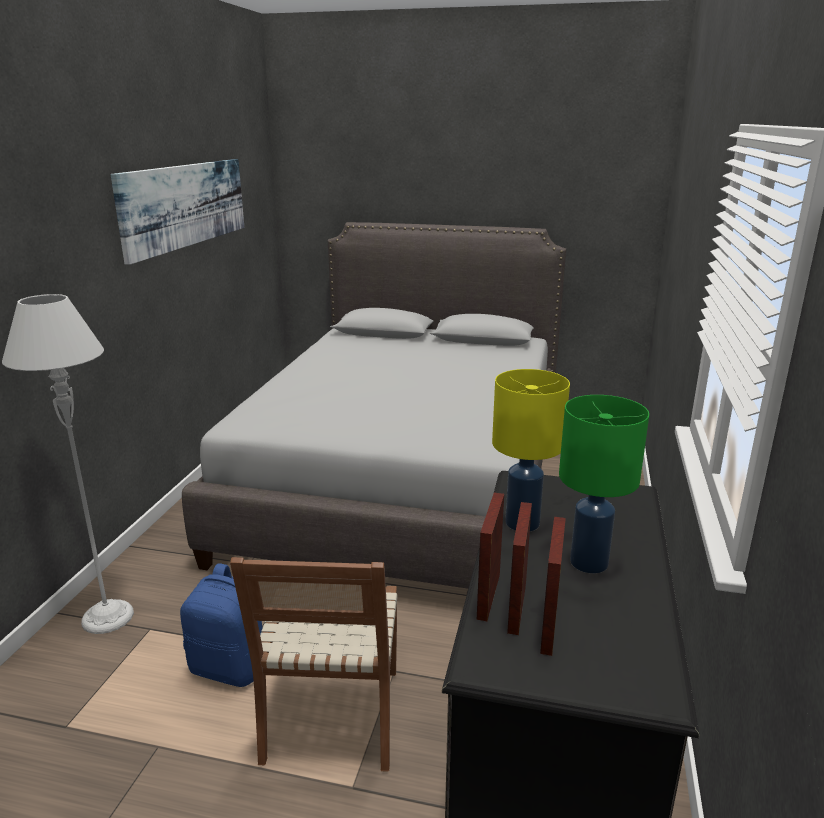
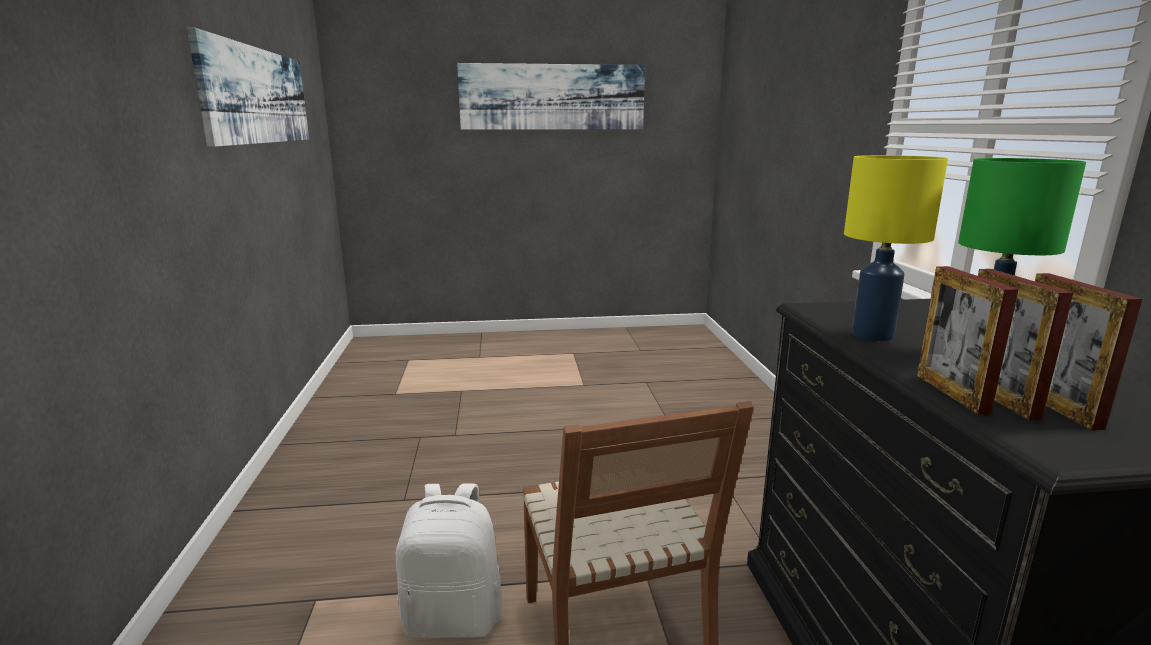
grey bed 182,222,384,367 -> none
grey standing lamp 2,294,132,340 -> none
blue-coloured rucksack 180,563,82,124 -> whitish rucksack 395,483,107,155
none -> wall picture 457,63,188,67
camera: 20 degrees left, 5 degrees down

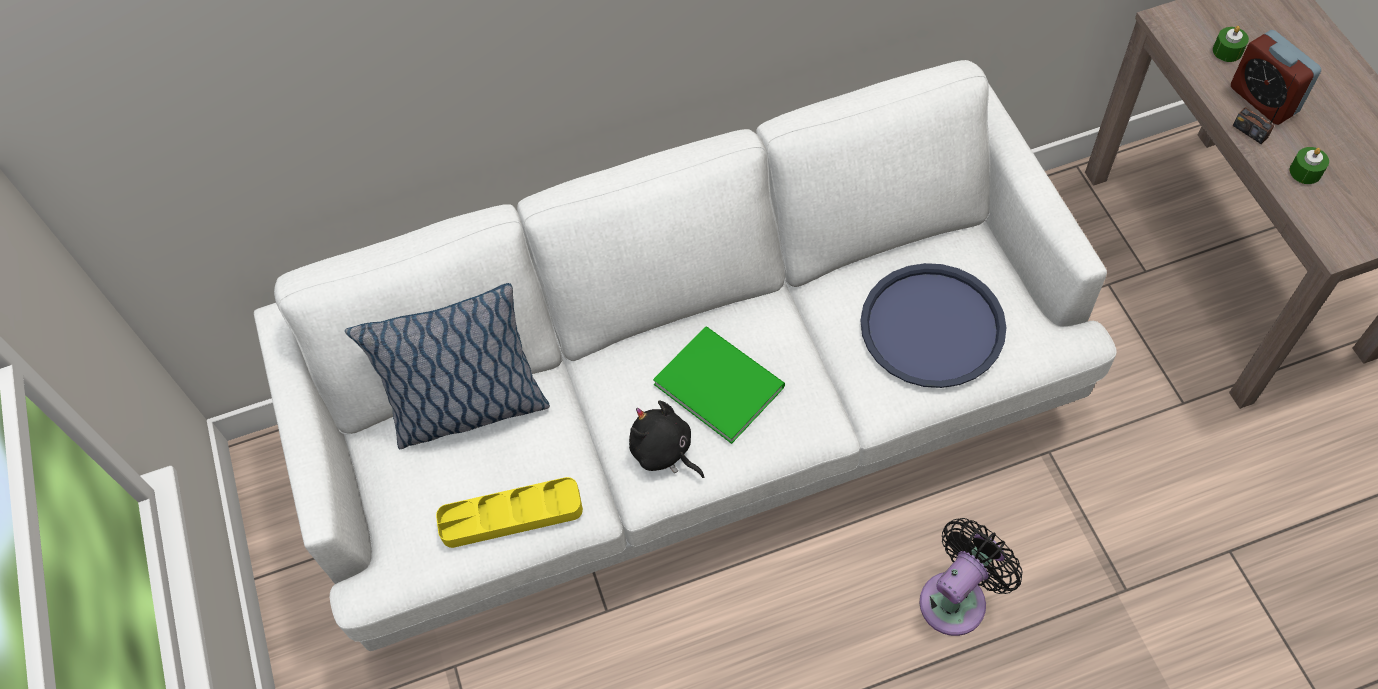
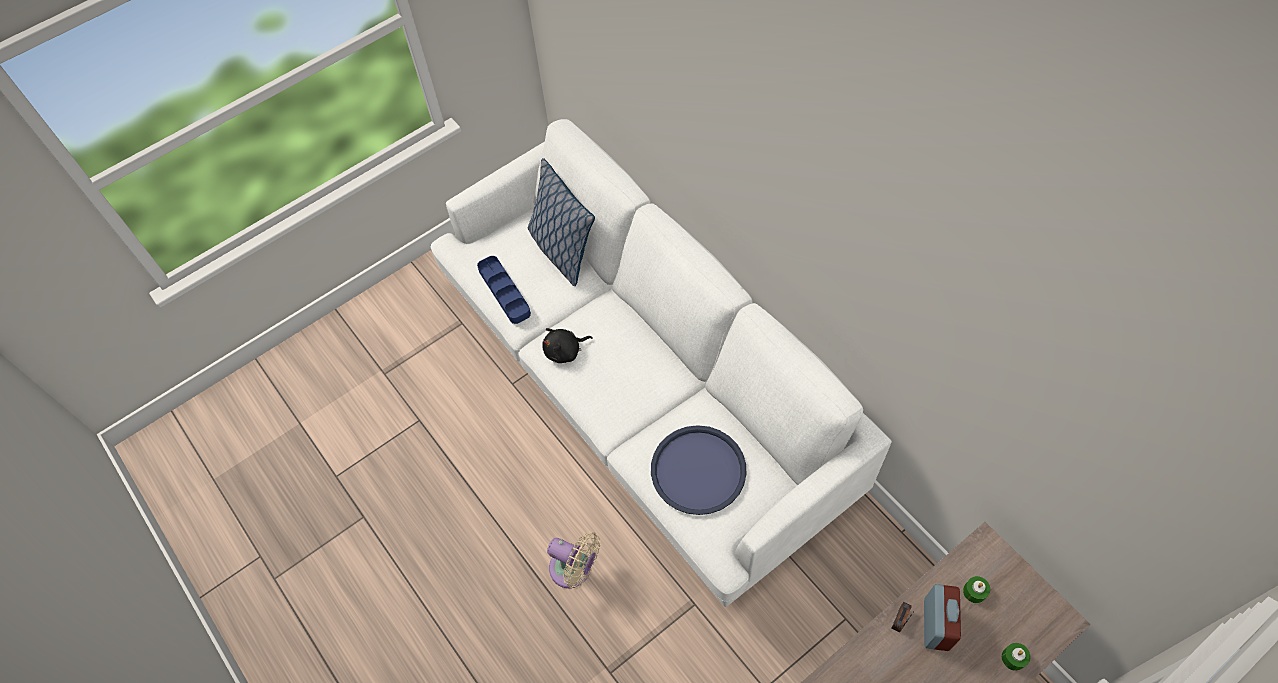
bedside clock 1231,30,90,95 -> bedside clock 924,584,37,67, 150 degrees clockwise
green-coloured wax light 1290,147,39,37 -> green-coloured wax light 1002,643,28,28, shifted
green-coloured volume 653,327,132,117 -> none
black-coloured soft toy 629,400,75,78 -> black-coloured soft toy 542,328,51,35, 135 degrees counterclockwise
yellowish carrying tray 436,477,147,71 -> blue-coloured carrying tray 477,256,54,68
black-coloured fan 919,518,103,118 -> sand-coloured fan 547,532,53,56
camera: 70 degrees right, 0 degrees up

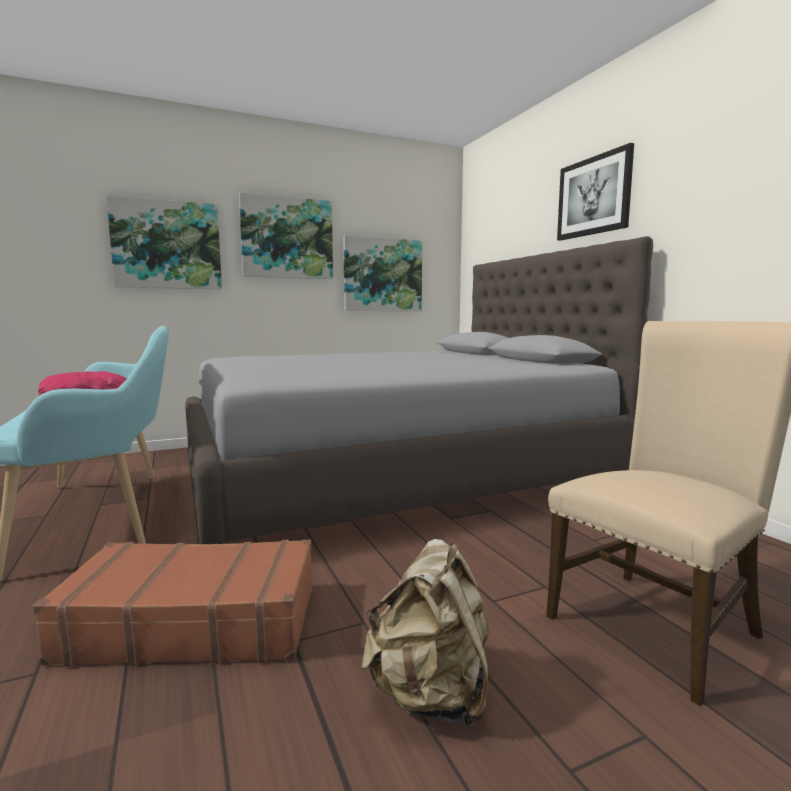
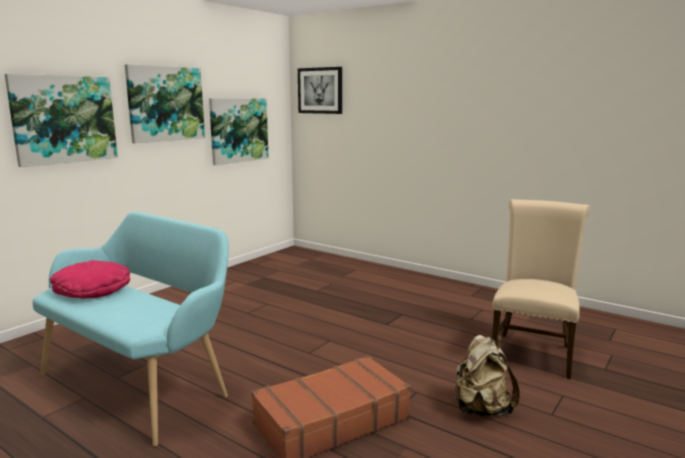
wall picture 557,143,77,98 -> wall picture 298,67,44,47, shifted
grey bed 185,236,468,308 -> none
camera: 30 degrees left, 5 degrees up

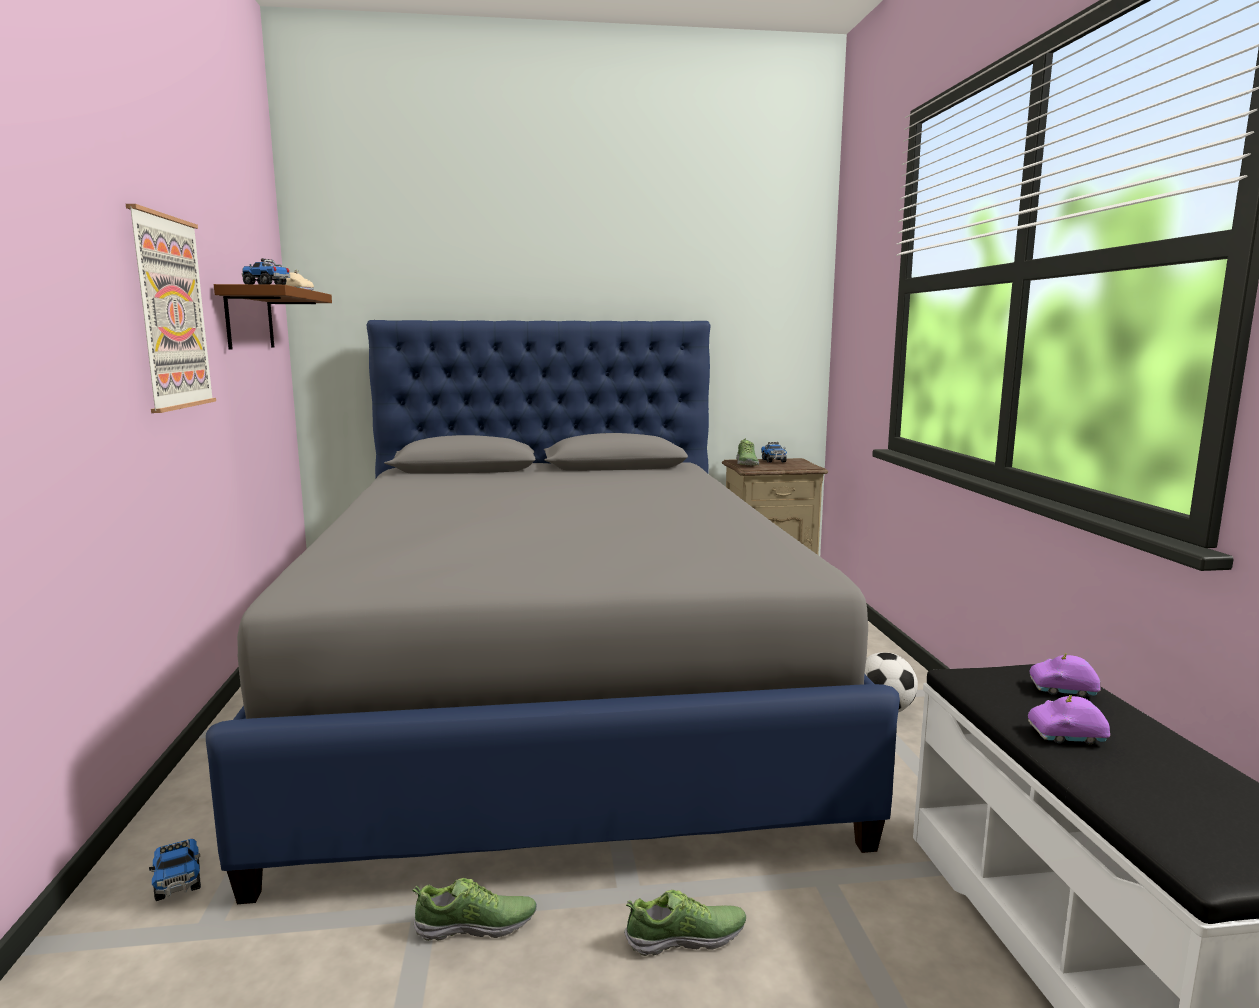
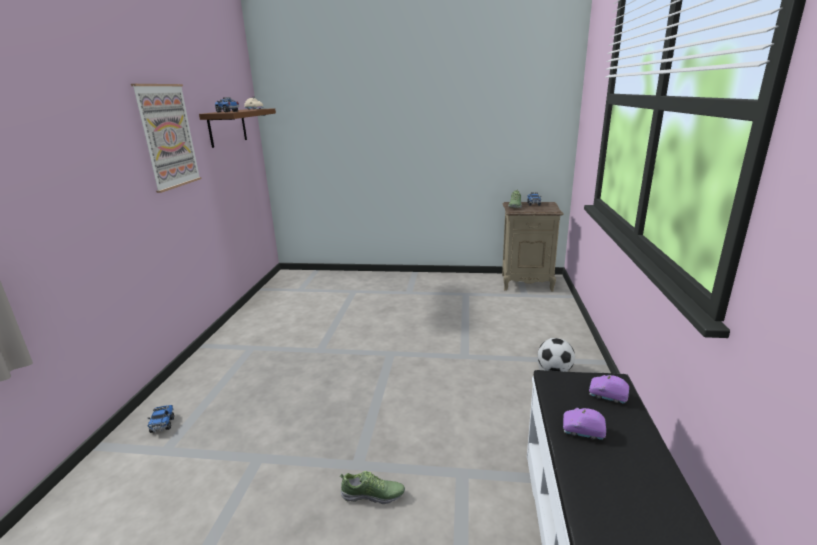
grey bed 206,320,694,584 -> none
shoe 412,878,125,63 -> none
camera: 15 degrees right, 10 degrees up

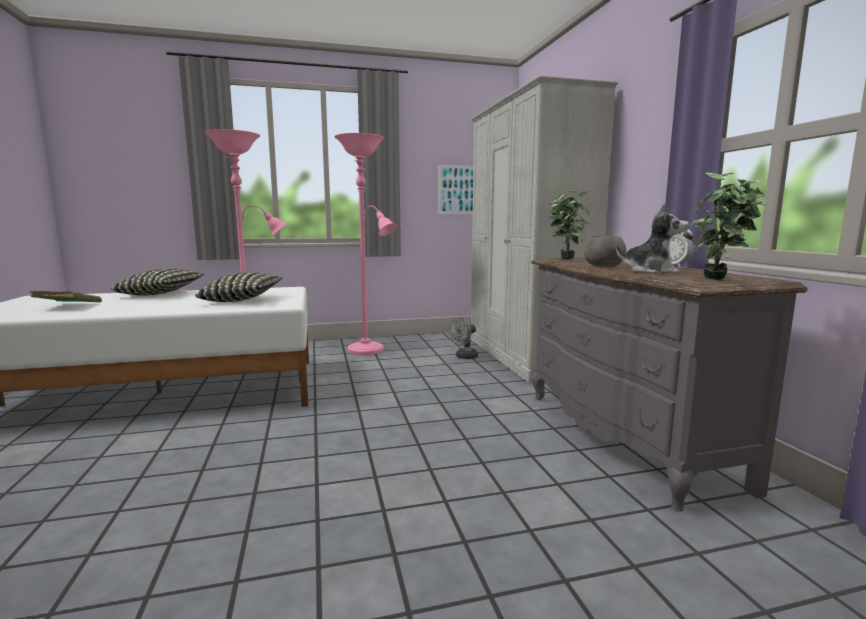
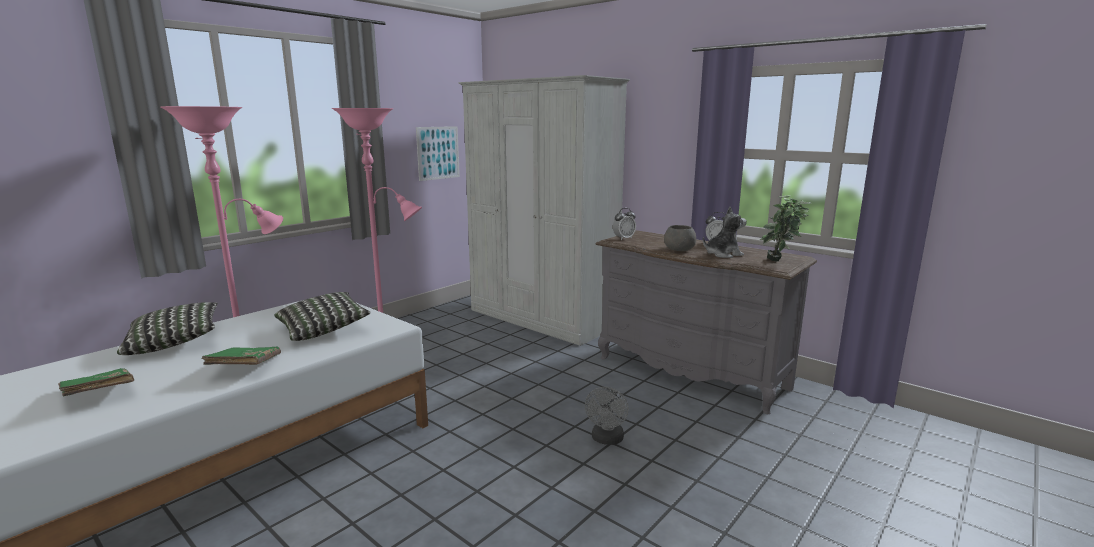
plant in a pot 549,190,40,69 -> bedside clock 613,208,23,32
grey fan 449,317,29,42 -> grey fan 585,387,44,58, shifted
none -> green-coloured volume 202,347,79,18
camera: 35 degrees left, 5 degrees up

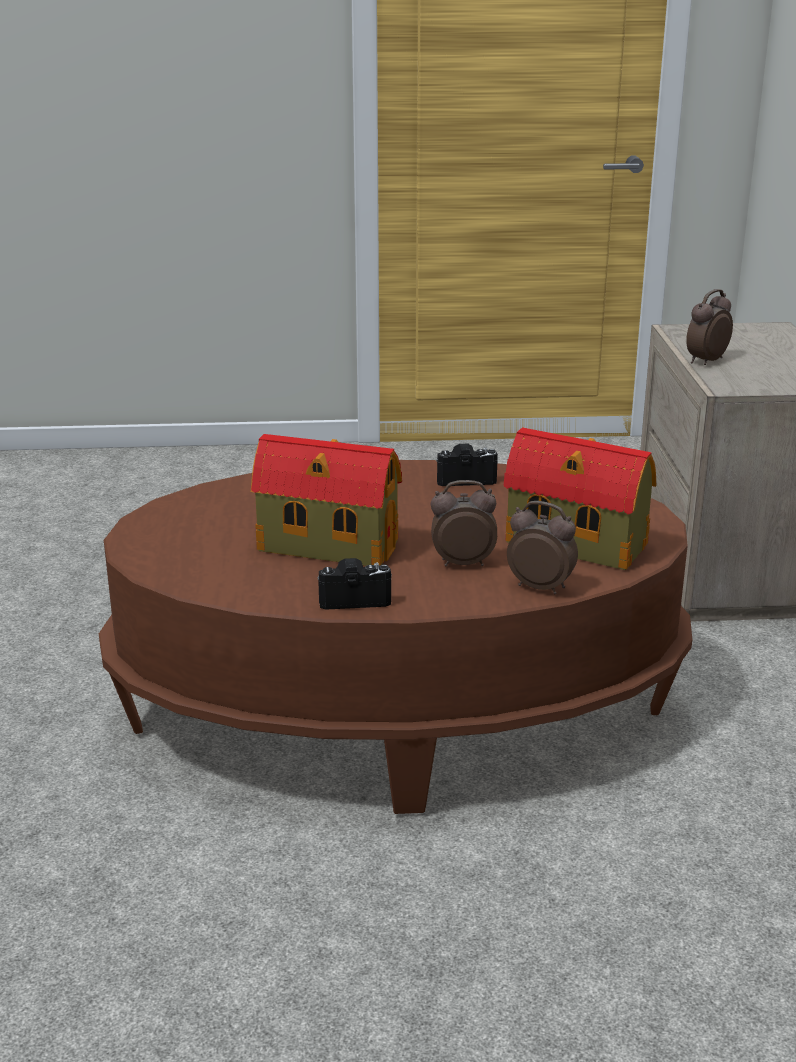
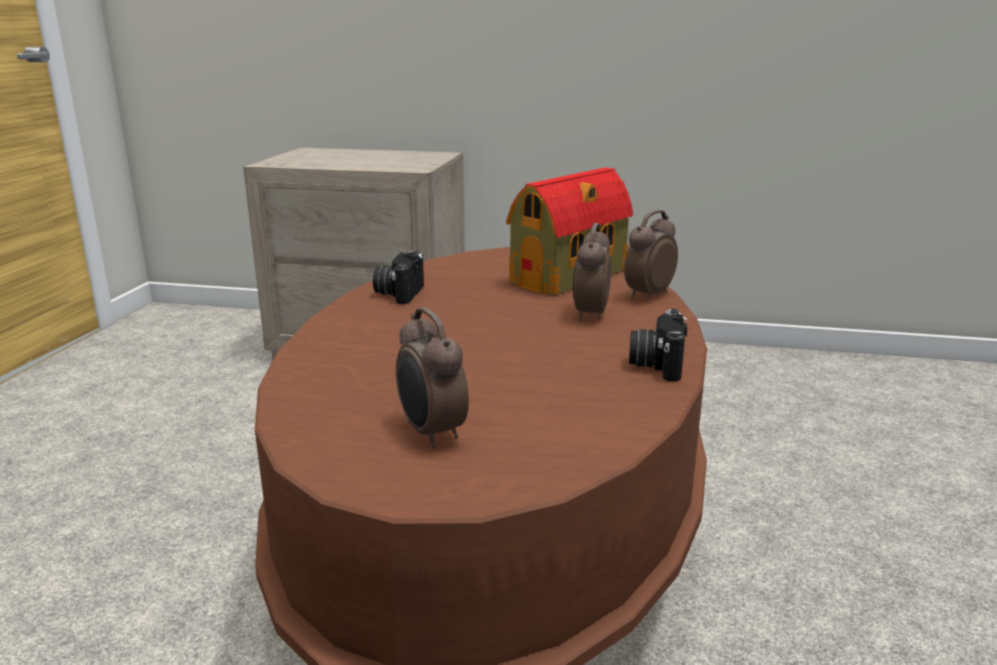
bedside clock 686,289,47,76 -> bedside clock 396,307,73,141, shifted
model house 251,434,151,132 -> none
camera: 75 degrees left, 5 degrees down

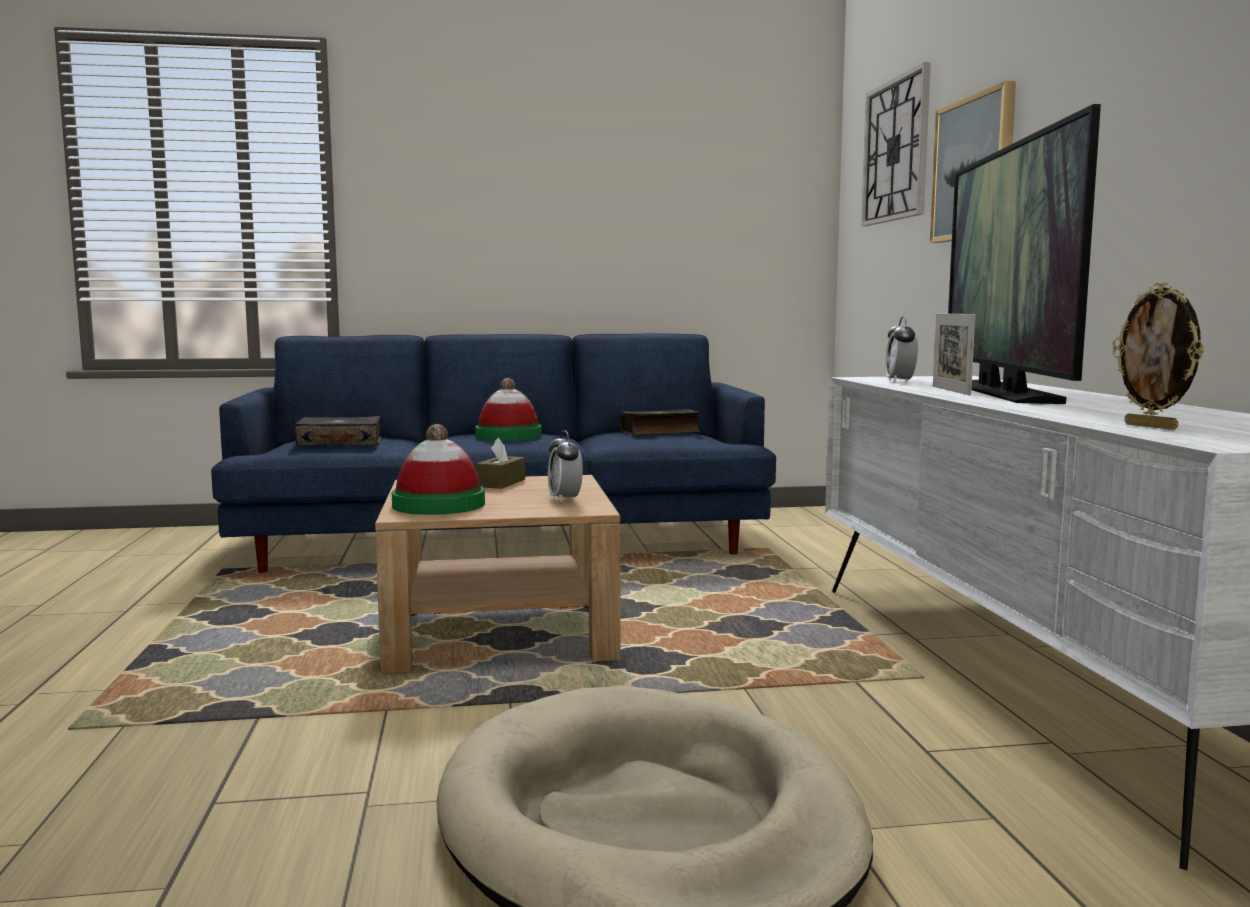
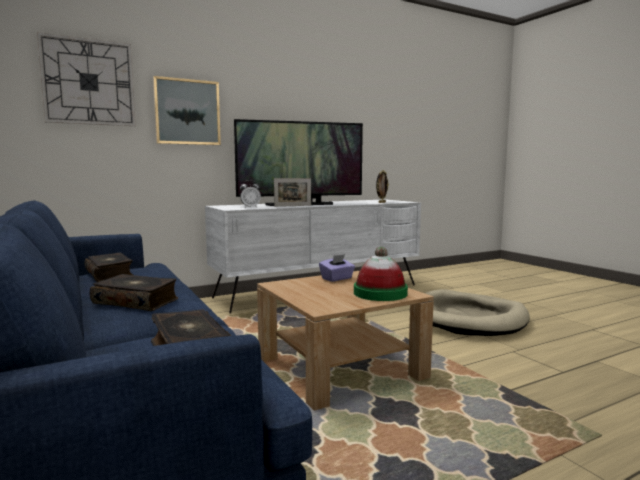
clothing hat 475,378,67,63 -> volume 90,274,88,37
bedside clock 548,430,35,73 -> purplish tissue holder 319,254,36,28
brownish tissue holder 476,438,49,51 -> none
camera: 110 degrees left, 0 degrees up

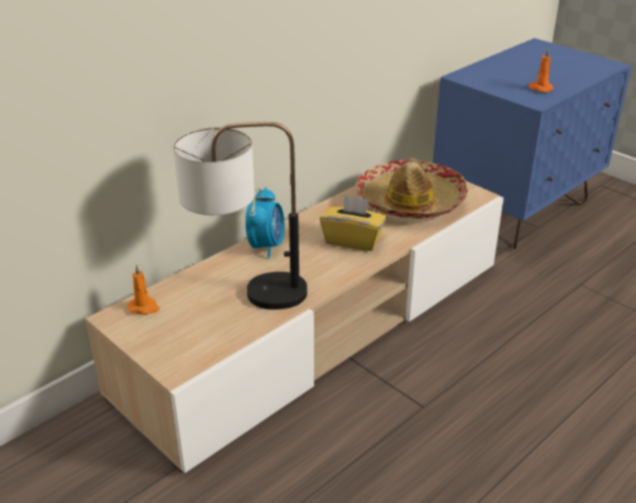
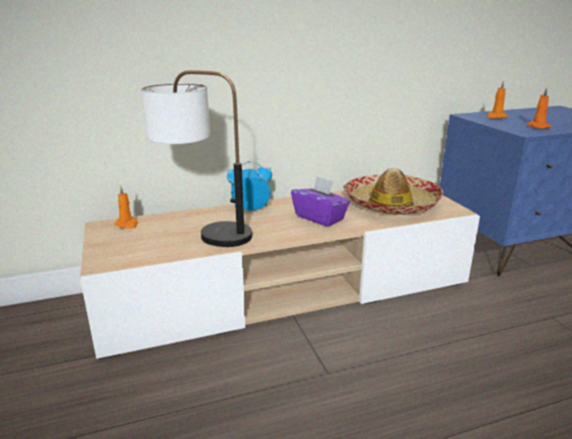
bedside clock 245,187,40,71 -> bedside clock 227,161,45,50, 135 degrees counterclockwise
yellowish tissue holder 320,195,67,56 -> purplish tissue holder 291,176,59,51
none -> orangey wax light 487,80,21,39
camera: 25 degrees right, 10 degrees down

